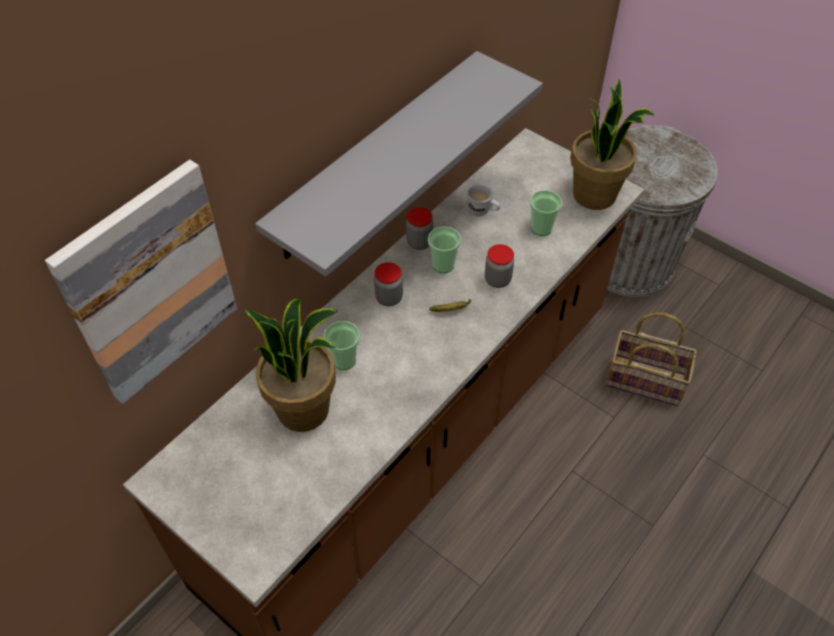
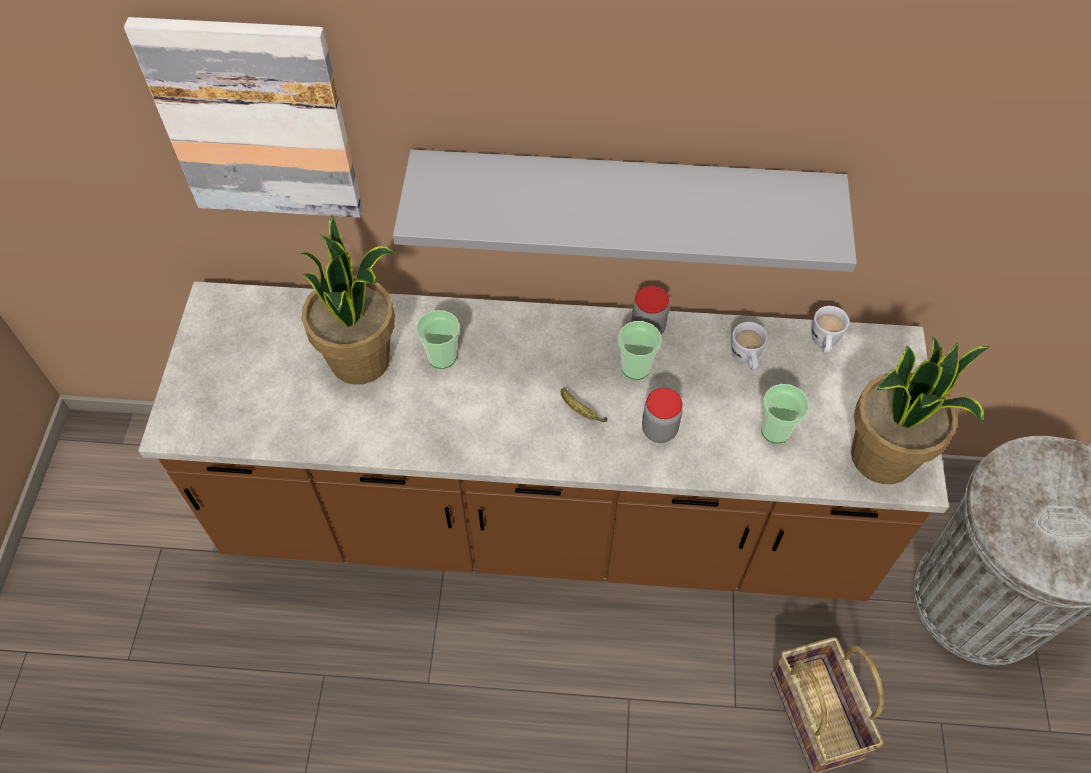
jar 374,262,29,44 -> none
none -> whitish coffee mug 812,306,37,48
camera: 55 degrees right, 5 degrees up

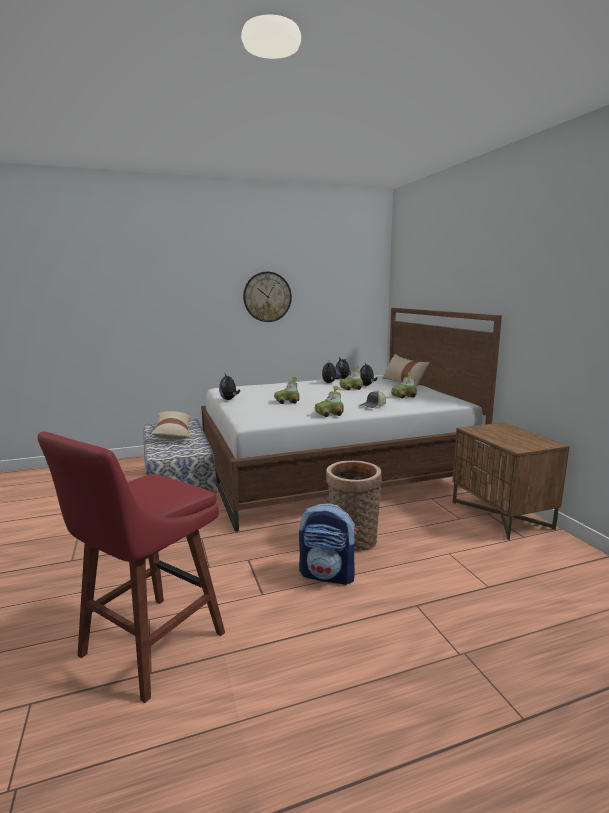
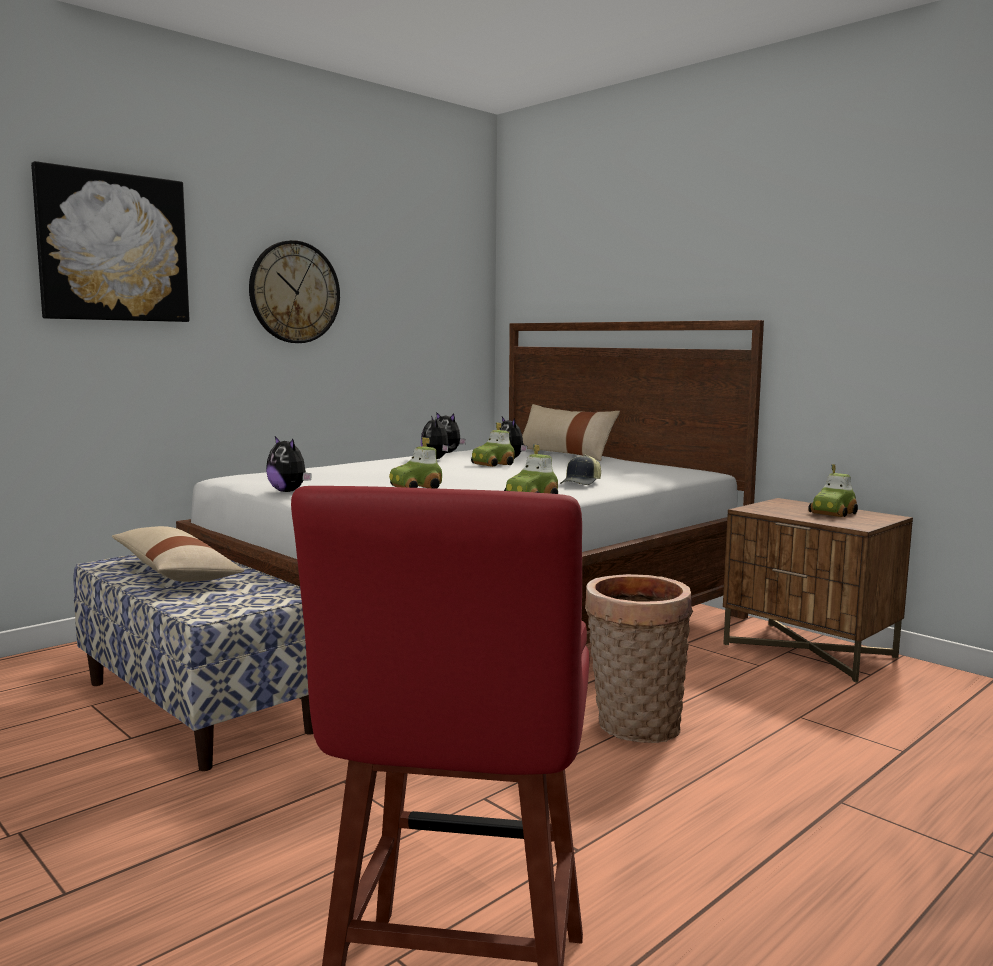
toy car 392,372,25,26 -> toy car 808,464,50,53, shifted
rucksack 299,503,59,82 -> none
none -> wall picture 31,161,158,161
camera: 25 degrees left, 5 degrees down

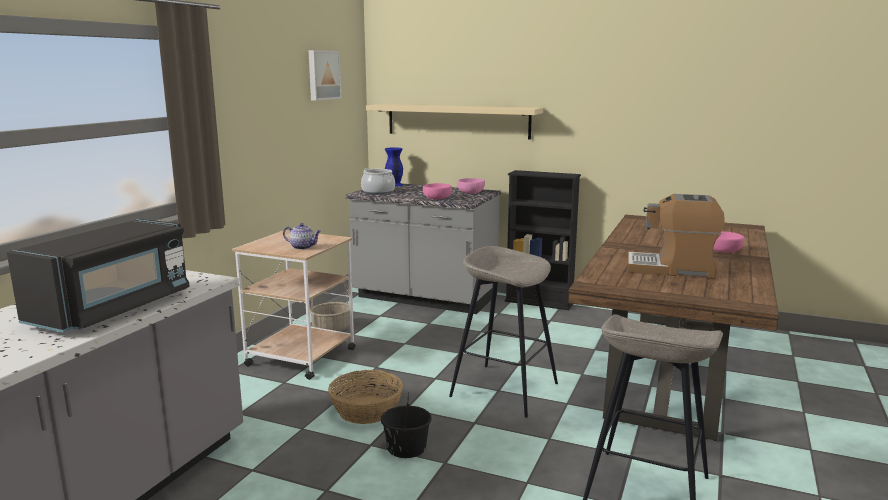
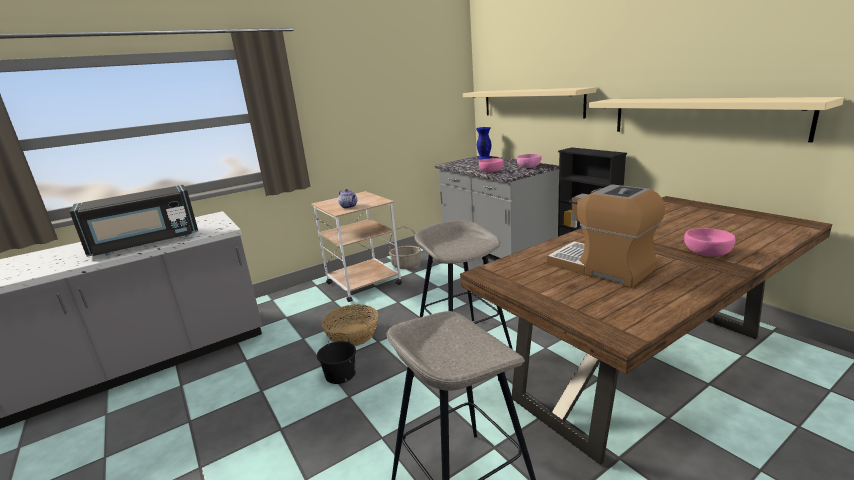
wall picture 308,50,33,51 -> none
saucepot 361,168,34,26 -> none
none -> sand-coloured wall shelf 589,97,255,46
camera: 35 degrees right, 5 degrees up

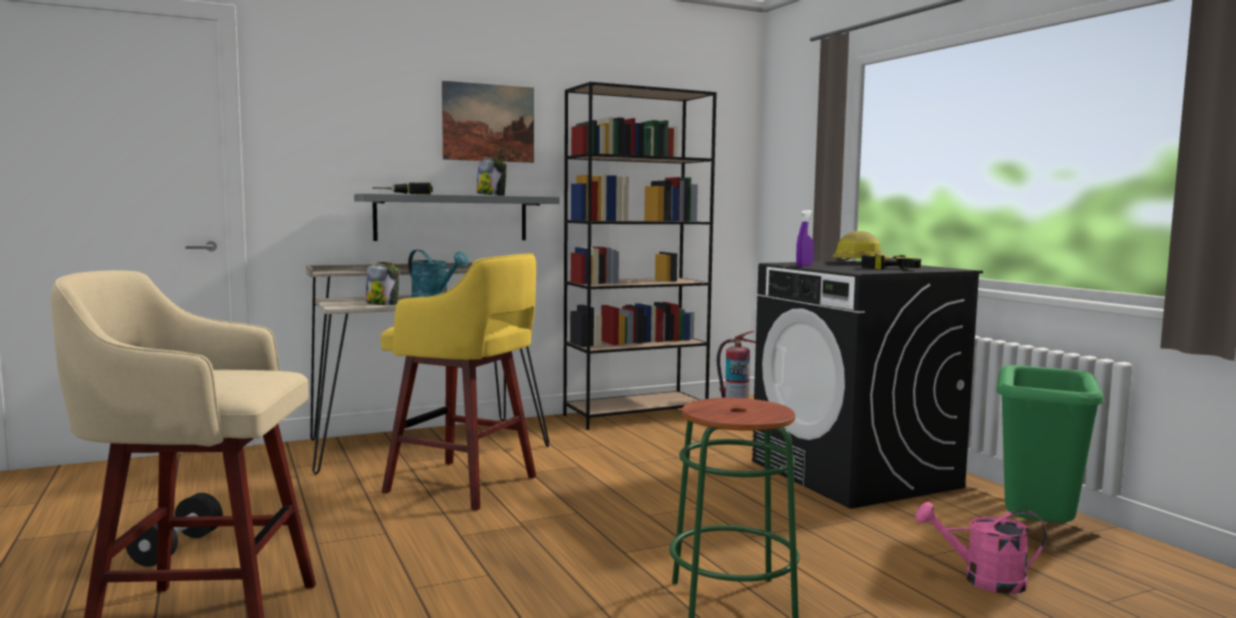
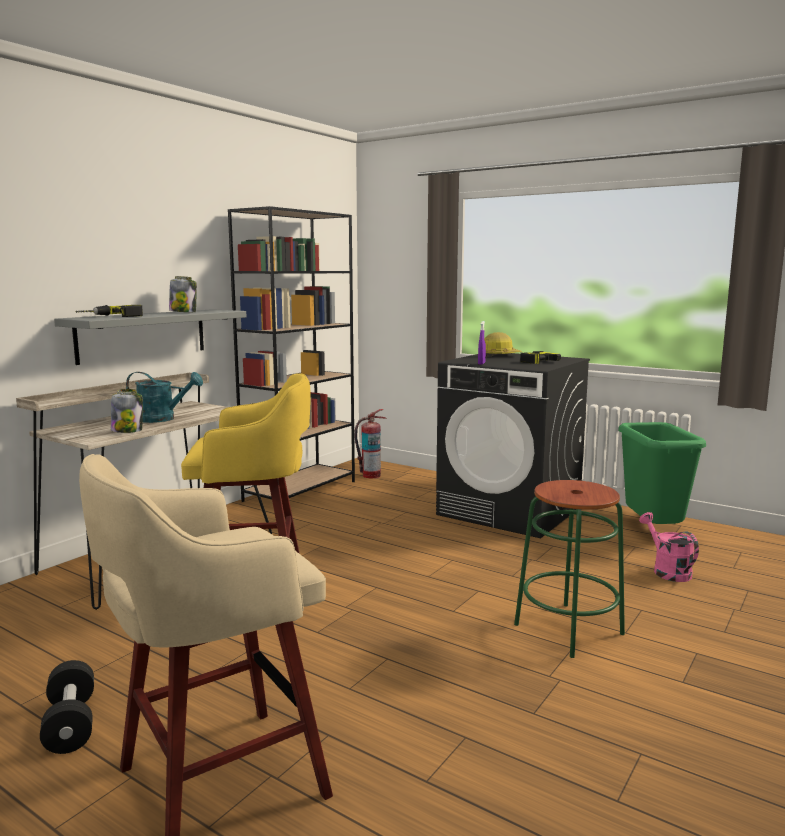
wall picture 442,81,92,82 -> none
pink-coloured sprinkling can 915,502,132,92 -> pink-coloured sprinkling can 639,512,60,70, 90 degrees clockwise
camera: 30 degrees left, 5 degrees up

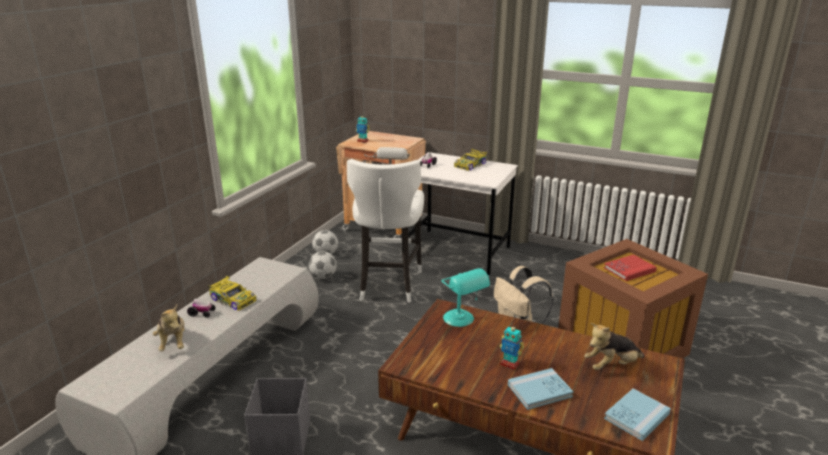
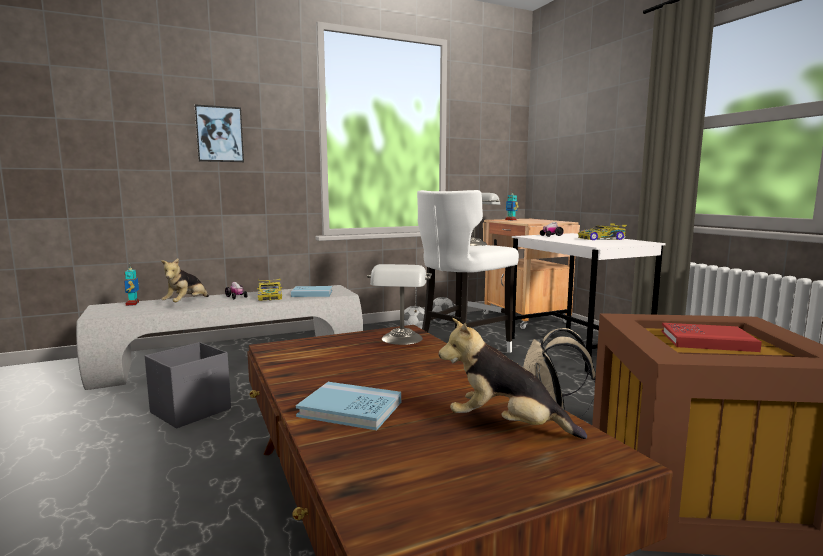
turquoise-coloured tabletop lamp 442,268,48,59 -> whitish tabletop lamp 367,264,65,81
toy robot 500,324,24,46 -> toy robot 124,267,15,39, shifted
blue-coloured volume 604,389,67,52 -> blue-coloured volume 291,286,41,11, shifted
none -> wall picture 195,105,49,57
camera: 40 degrees right, 15 degrees down

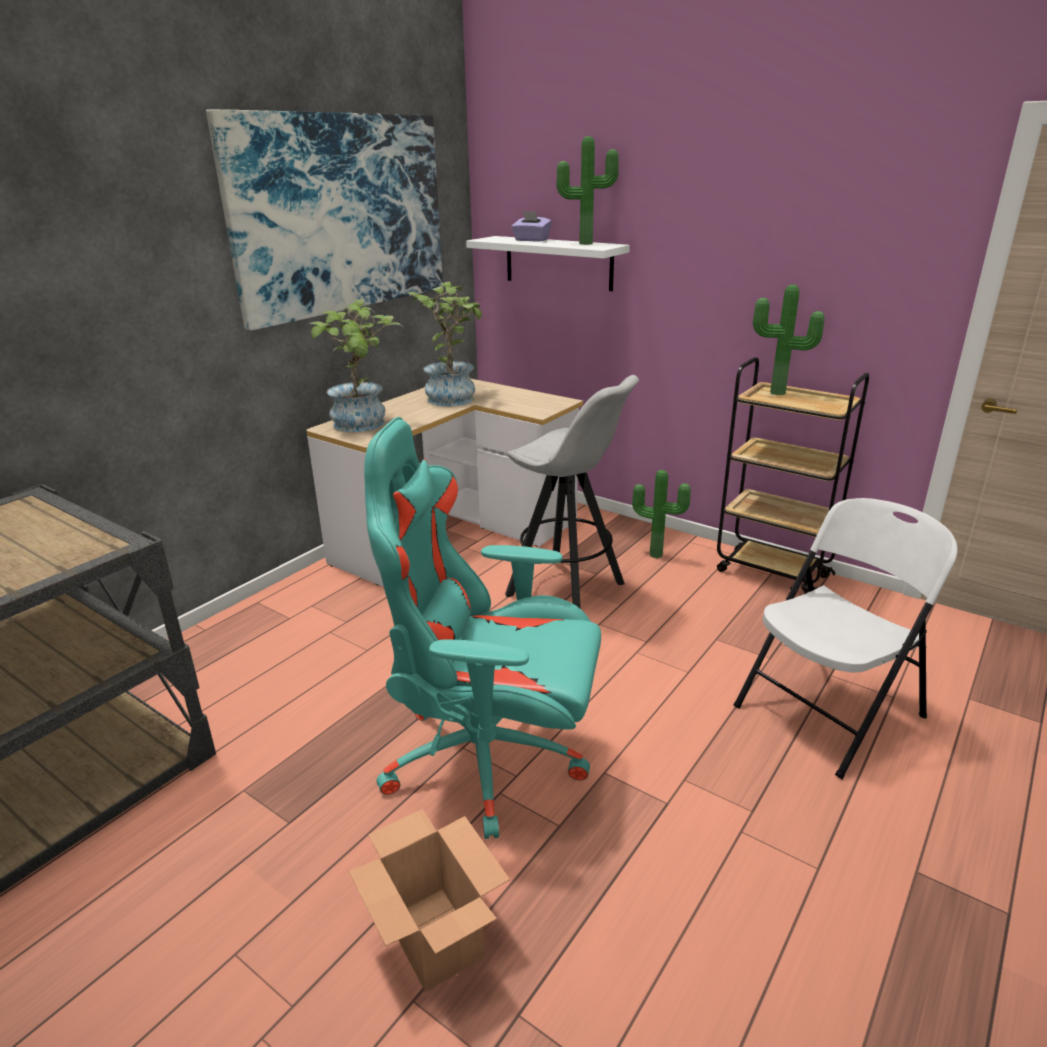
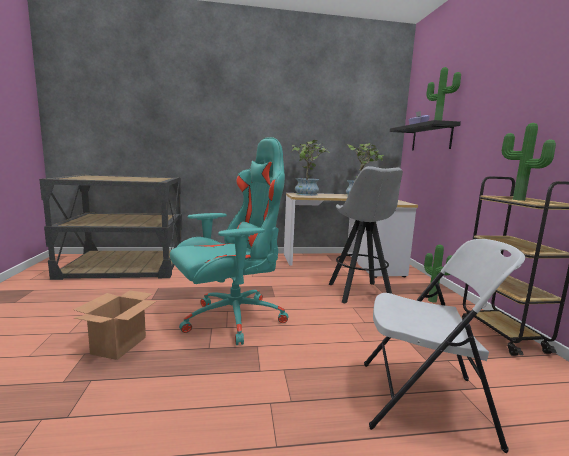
wall picture 206,109,237,221 -> none
whitish wall shelf 466,236,164,55 -> black-coloured wall shelf 390,120,71,31
turquoise-coloured desk chair 364,417,237,422 -> turquoise-coloured desk chair 170,137,118,208, 90 degrees clockwise
camera: 45 degrees right, 15 degrees down

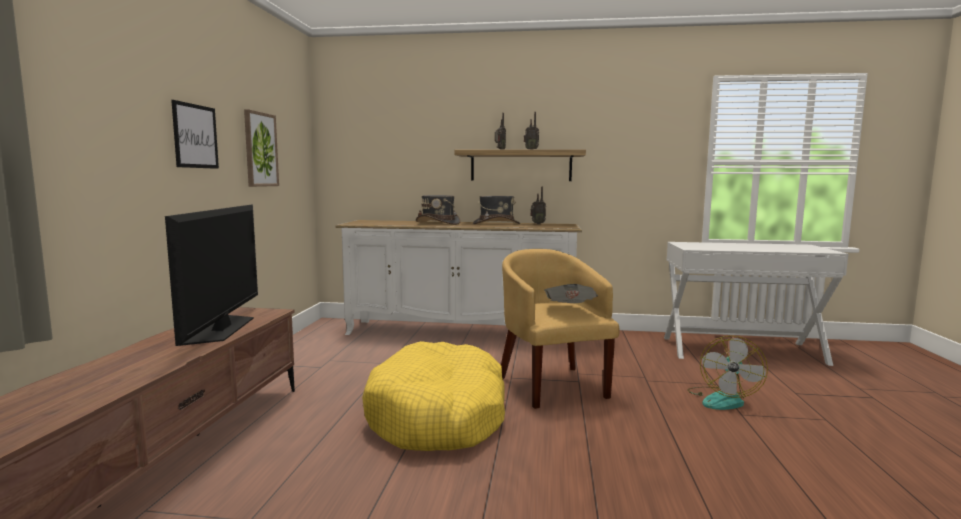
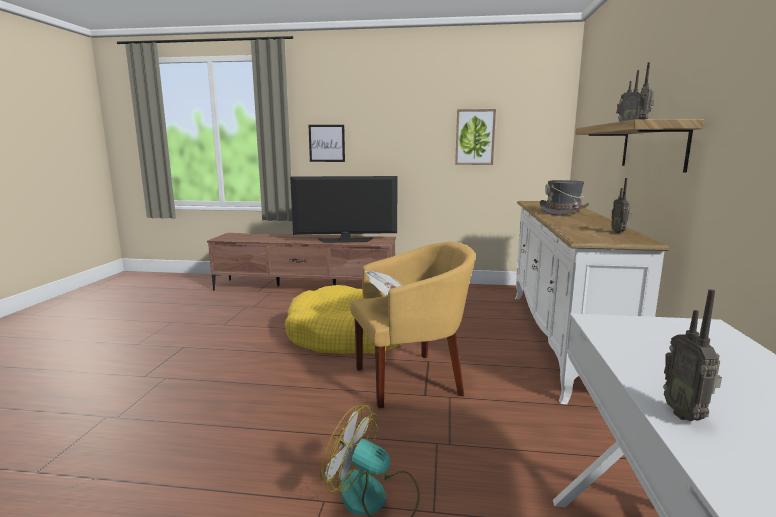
wall picture 171,100,48,69 -> wall picture 309,125,36,37, shifted
grey clothing hat 473,196,47,28 -> none
none -> radio set 663,289,59,132
camera: 90 degrees right, 5 degrees up

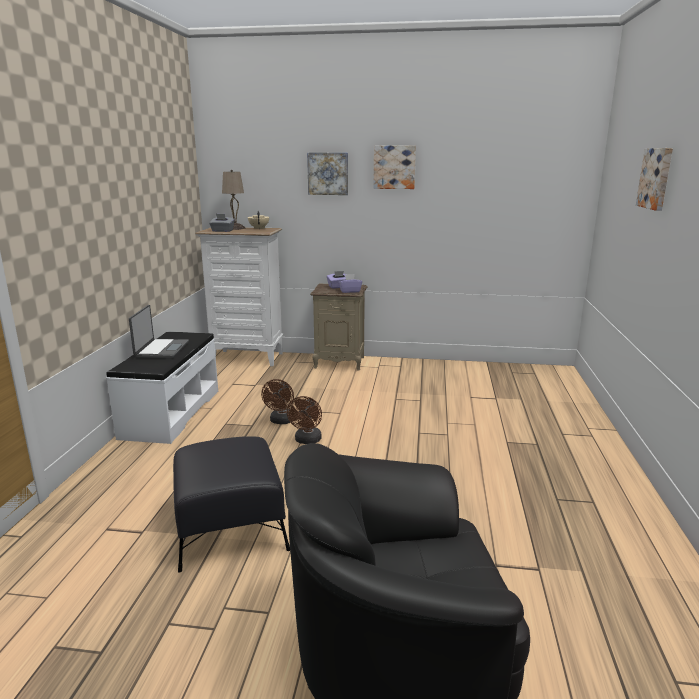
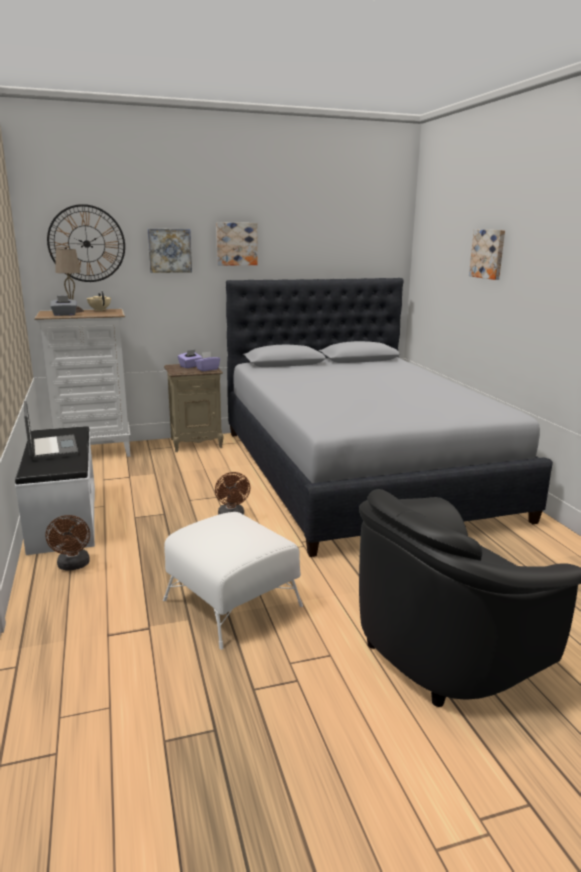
brownish fan 261,379,33,45 -> brownish fan 45,515,45,56, shifted
black-coloured pouffe 173,436,117,137 -> whitish pouffe 163,512,140,138
none -> clock on the wall 47,204,78,78
none -> grey bed 226,278,327,279
camera: 25 degrees left, 0 degrees up

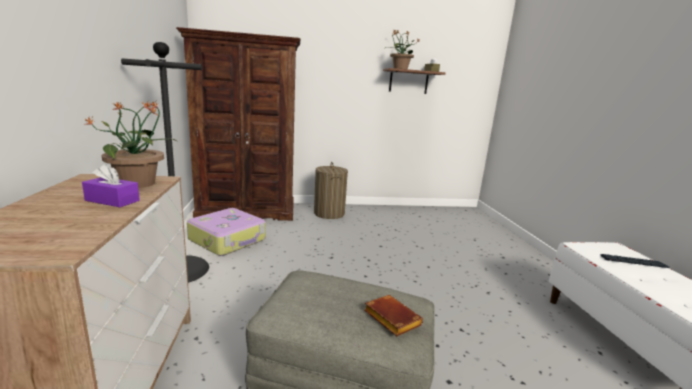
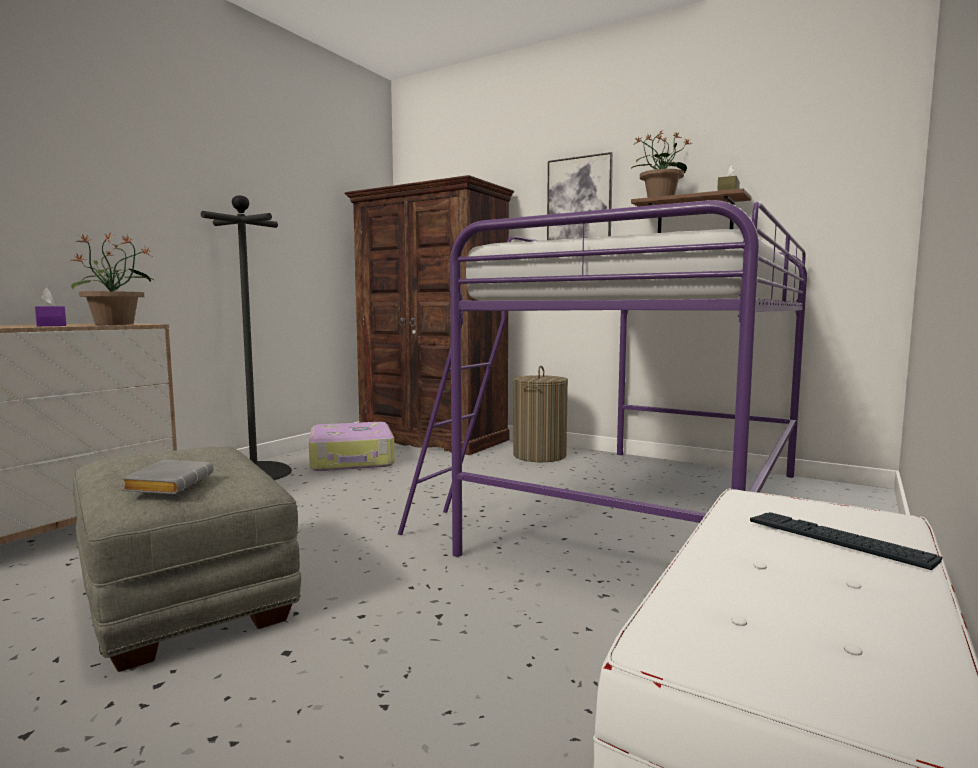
brownish volume 364,295,59,41 -> grey volume 121,459,93,35
none -> wall picture 547,152,66,88
none -> purplish bed 398,200,409,357
camera: 40 degrees right, 10 degrees down

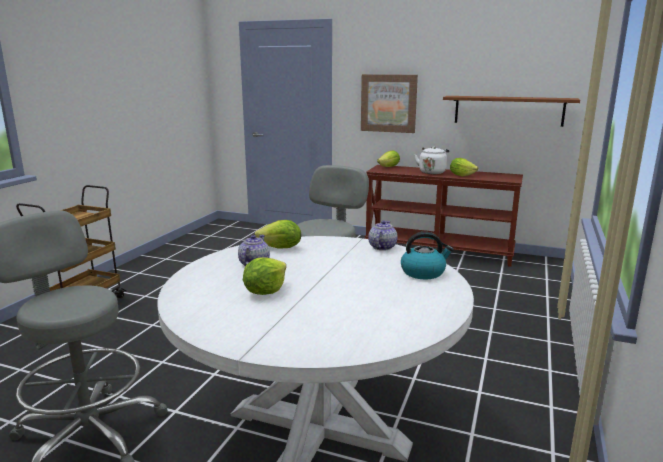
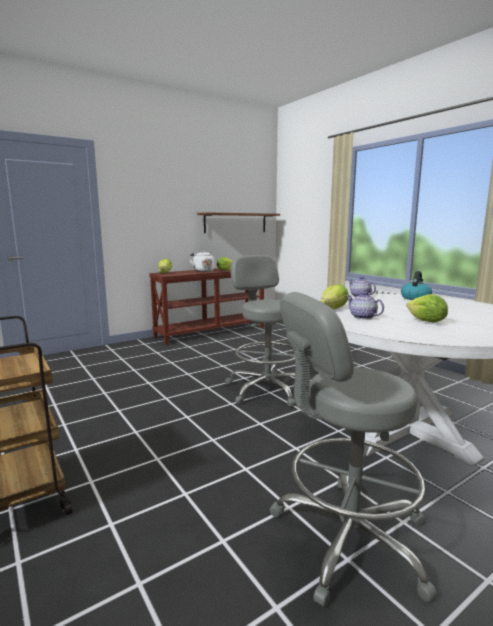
wall picture 361,74,57,59 -> none
camera: 55 degrees left, 5 degrees down

